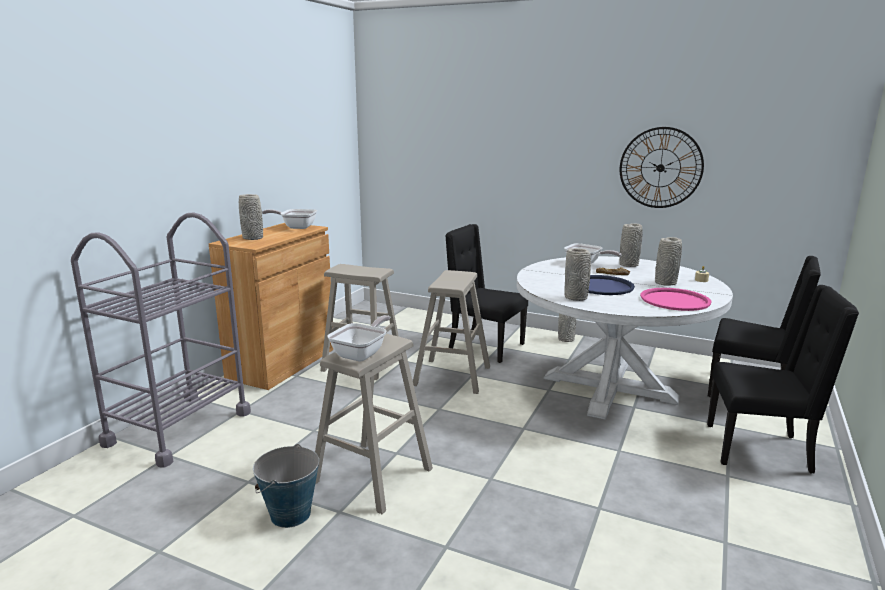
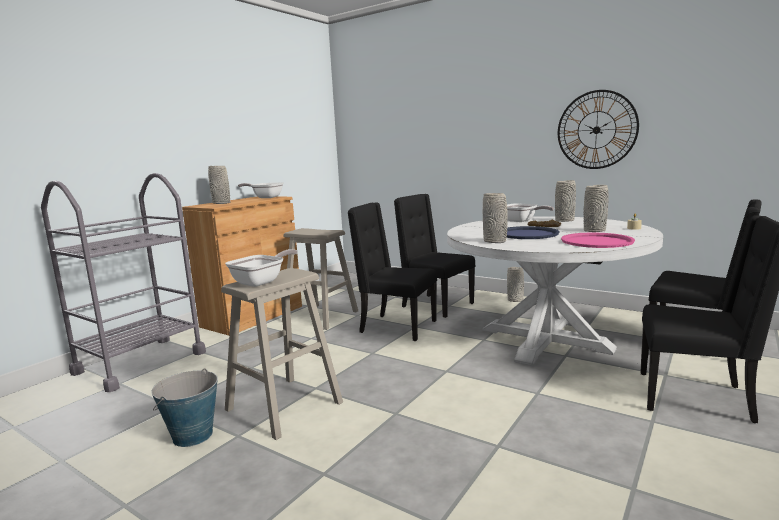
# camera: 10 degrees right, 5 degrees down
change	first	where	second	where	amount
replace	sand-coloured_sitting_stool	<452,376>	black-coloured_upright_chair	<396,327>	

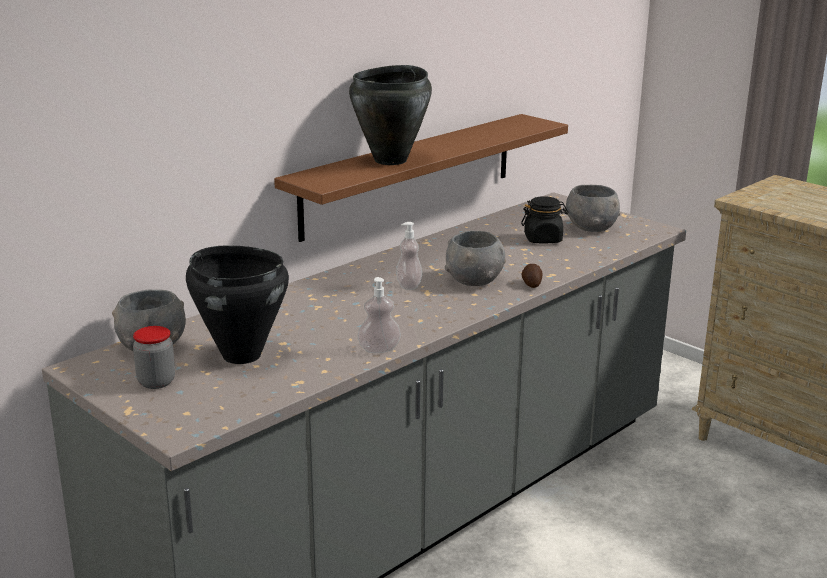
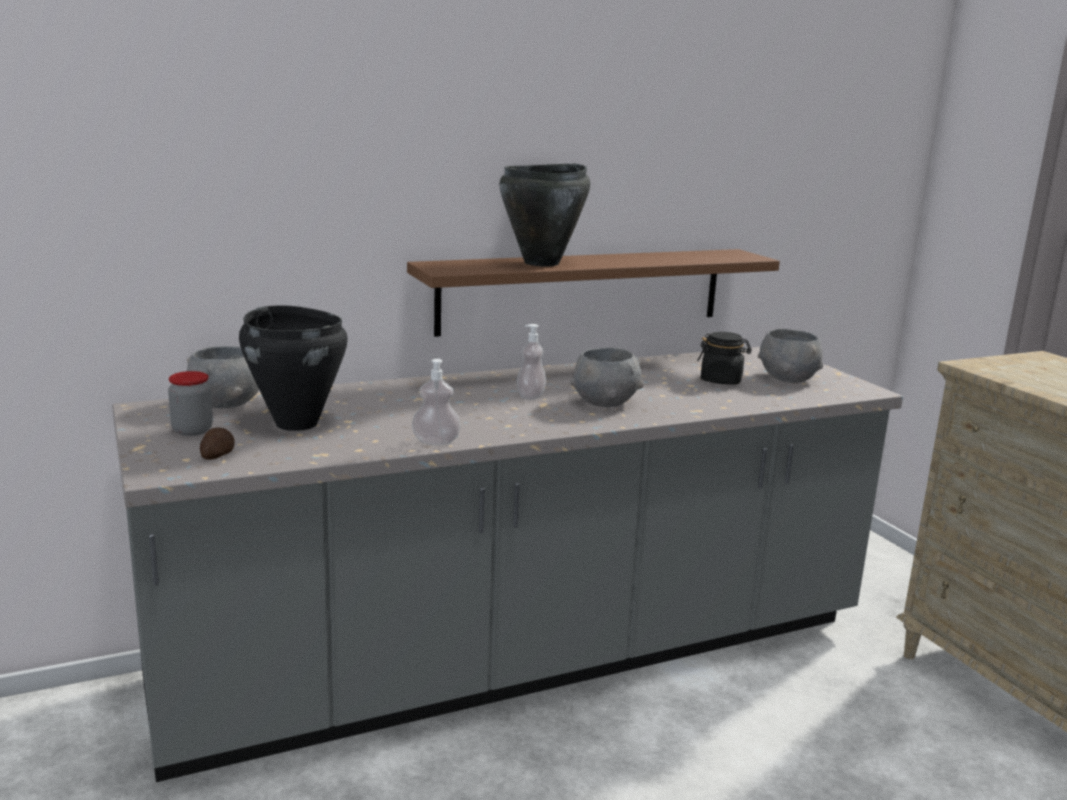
# camera: 20 degrees right, 5 degrees down
change	first	where	second	where	amount
move	whole_potato	<531,284>		<216,455>	

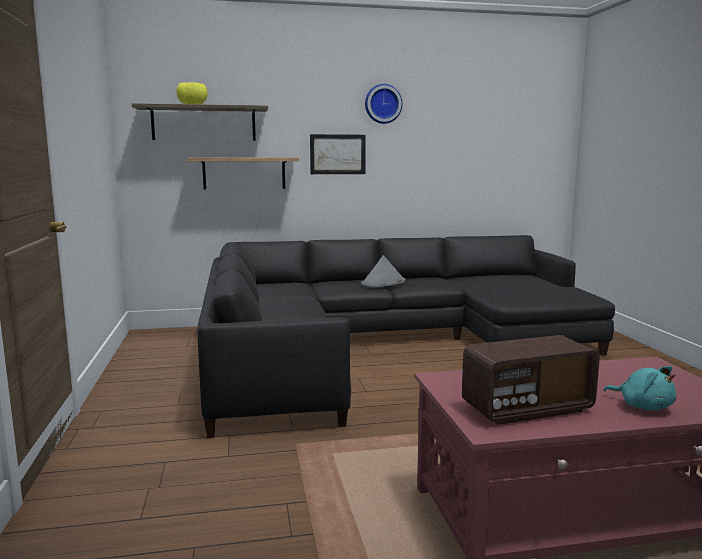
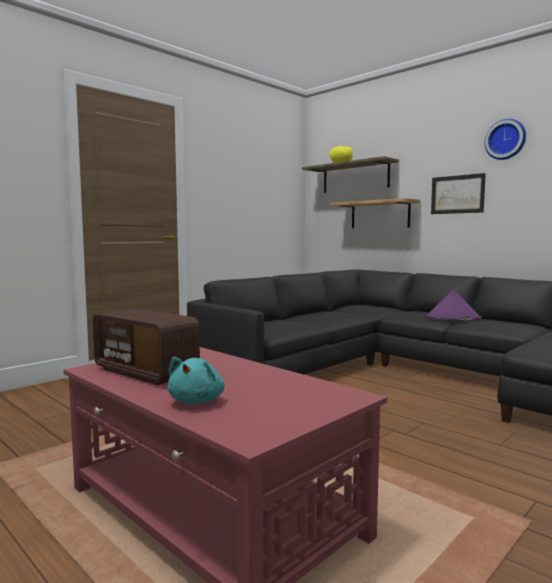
# camera: 55 degrees right, 5 degrees down
change	first	where	second	where	amount
recolor	grey_wearable_hat	<383,283>	purple_wearable_hat	<453,318>	

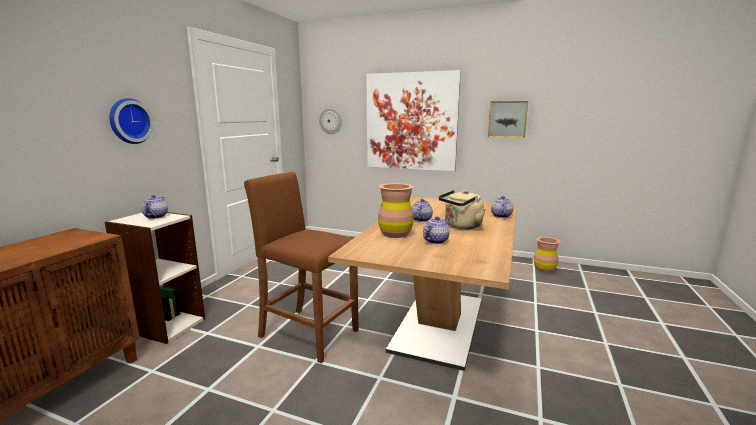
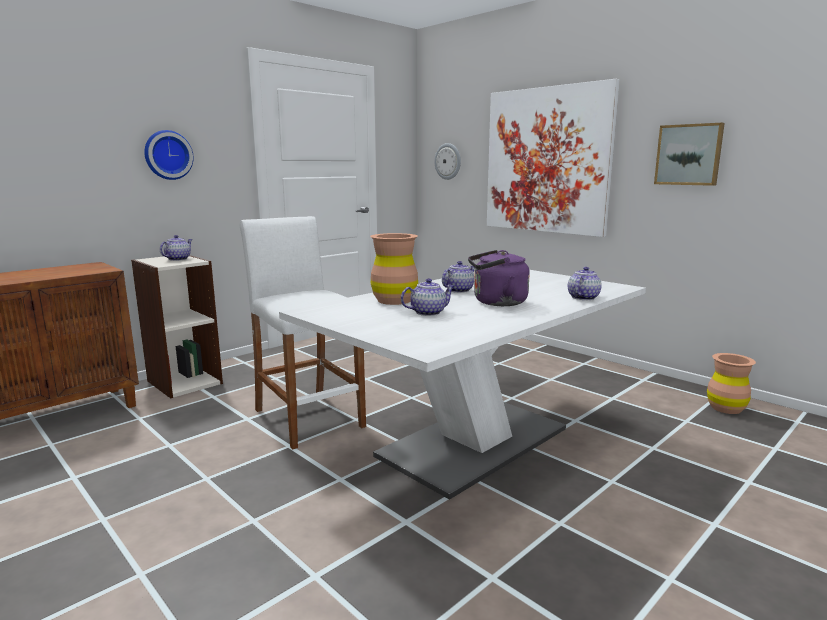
# camera: 25 degrees right, 0 degrees up
change	first	where	second	where	amount
recolor	brown_sitting_stool	<308,333>	white-coloured_sitting_stool	<308,418>	
recolor	brown_dining_table	<439,324>	white-coloured_dining_table	<474,442>	
recolor	sand-coloured_tea_kettle	<461,226>	purple_tea_kettle	<496,302>	

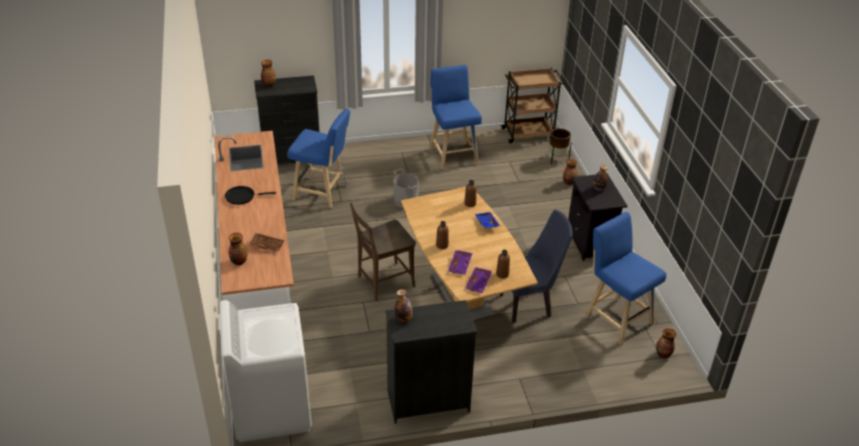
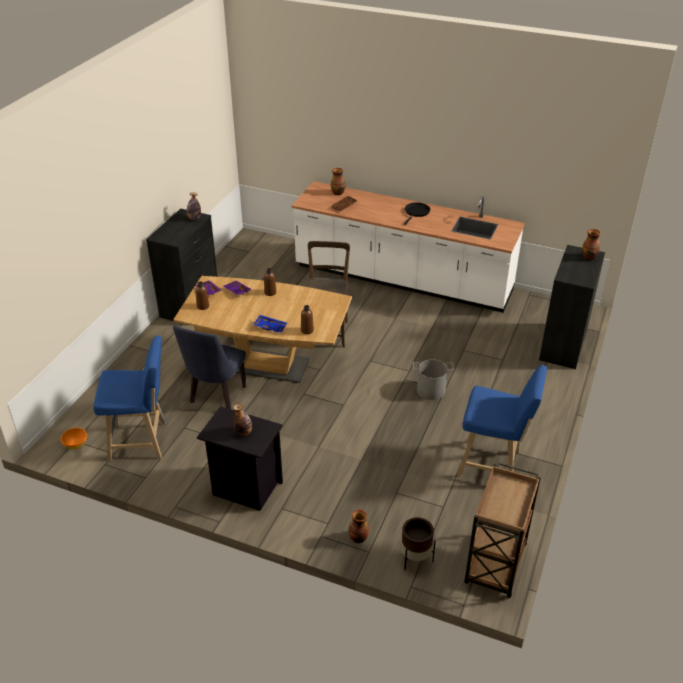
# camera: 125 degrees right, 0 degrees up
change	first	where	second	where	amount
replace	decorative_vase	<663,354>	orange-coloured_deep_dish	<75,444>	
delete	white-coloured_laundry_machine	<271,409>			
delete	blue-coloured_sitting_stool	<322,193>			

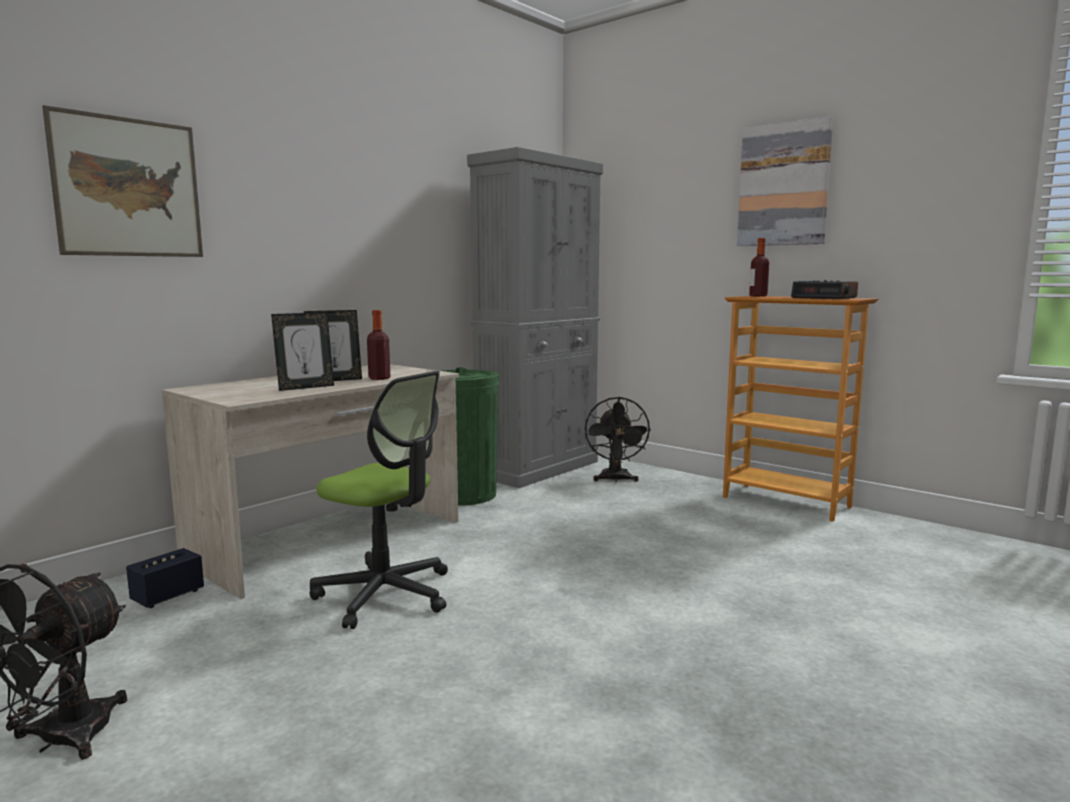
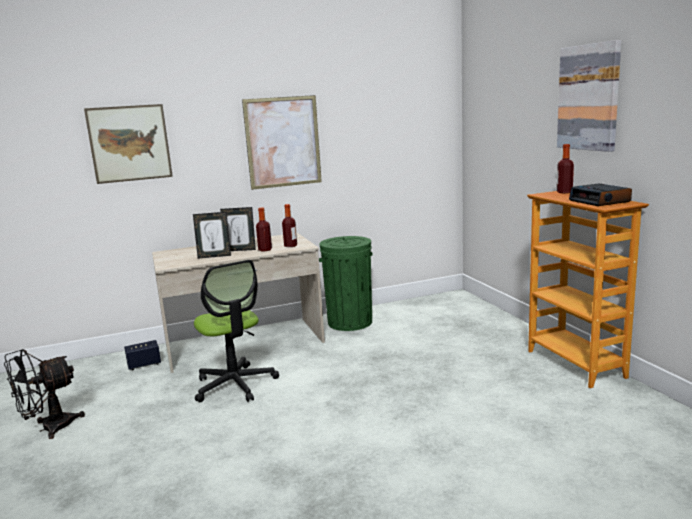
# camera: 30 degrees right, 5 degrees up
change	first	where	second	where	amount
insert			wall_picture	<283,142>	
insert			bottle	<290,246>	
delete	grey_cabinet	<537,468>			
delete	black-coloured_cooling_fan	<615,480>			

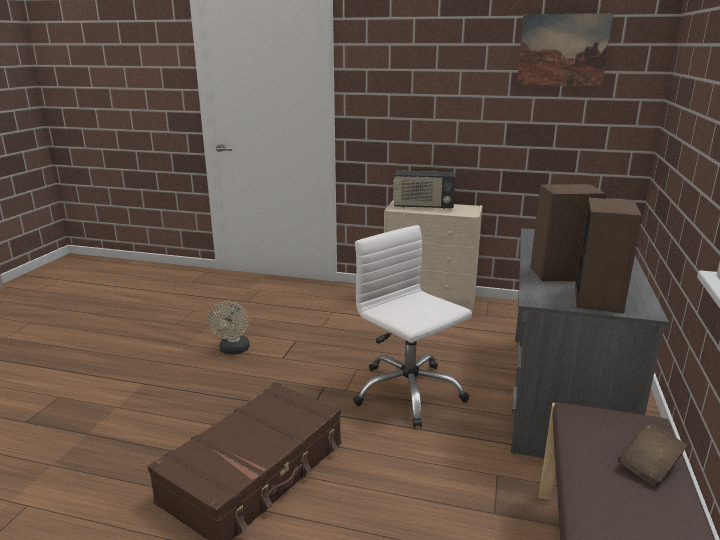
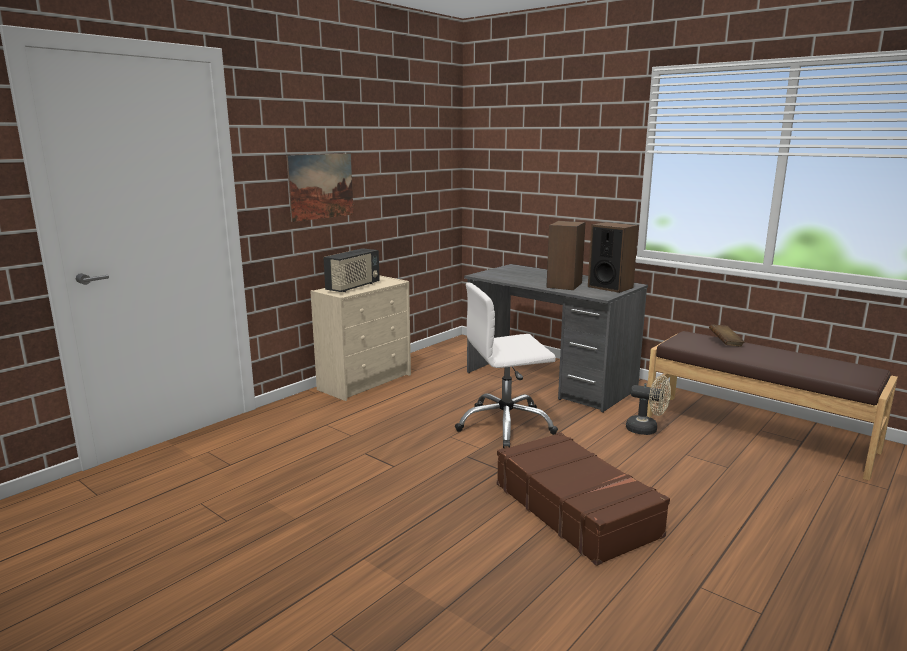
# camera: 65 degrees left, 5 degrees down
change	first	where	second	where	amount
move	wall_picture	<563,50>		<321,186>	
move	sand-coloured_cooling_fan	<233,350>		<647,430>	

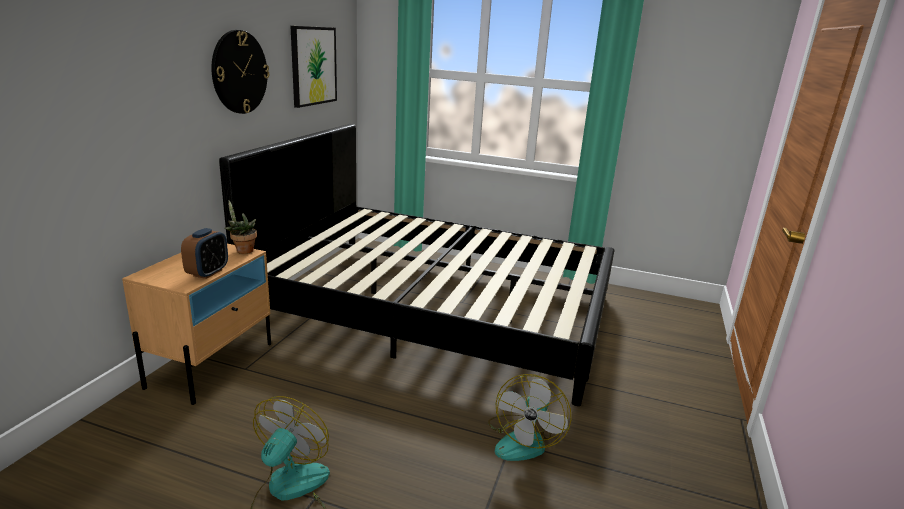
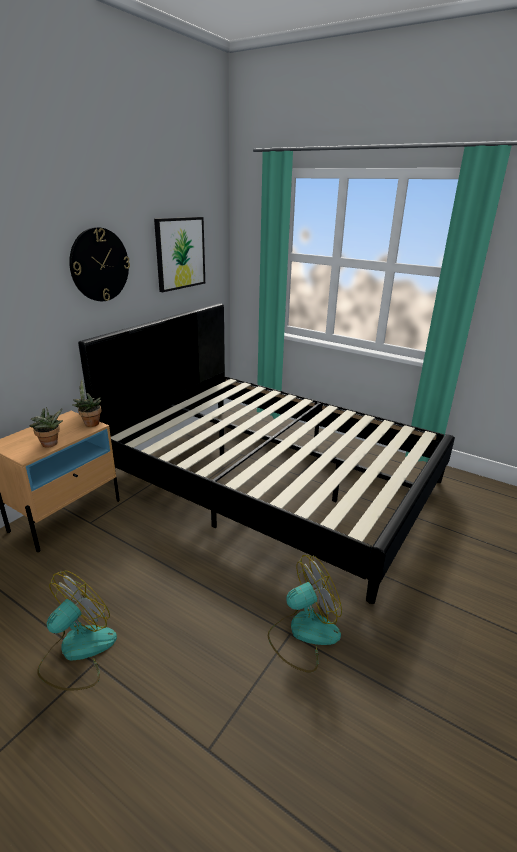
# camera: 15 degrees right, 5 degrees up
change	first	where	second	where	amount
replace	table_clock	<208,273>	potted_plant	<50,445>	
rotate	cooling_fan	<523,439>		<303,633>	150 degrees counterclockwise

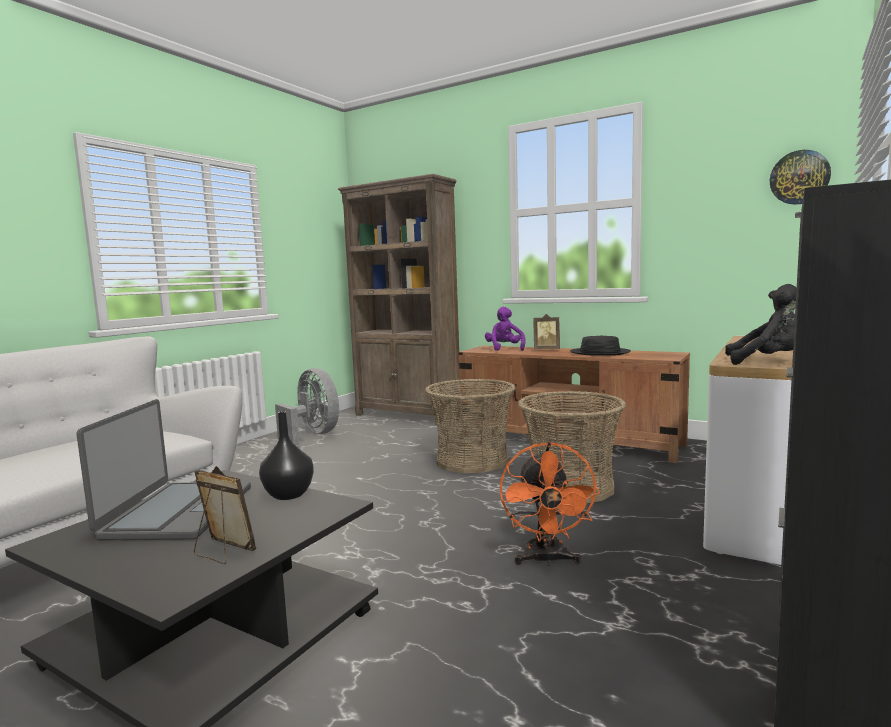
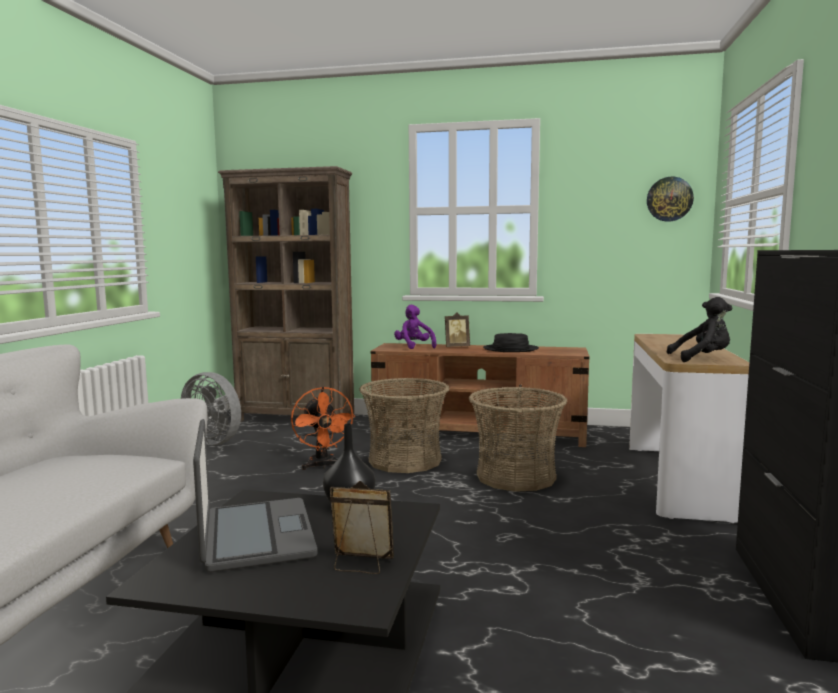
# camera: 20 degrees left, 0 degrees up
change	first	where	second	where	amount
move	orange-coloured_cooling_fan	<547,560>		<323,466>	

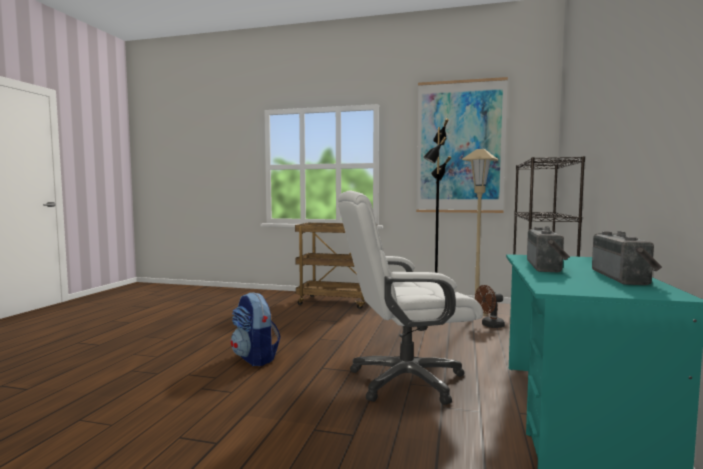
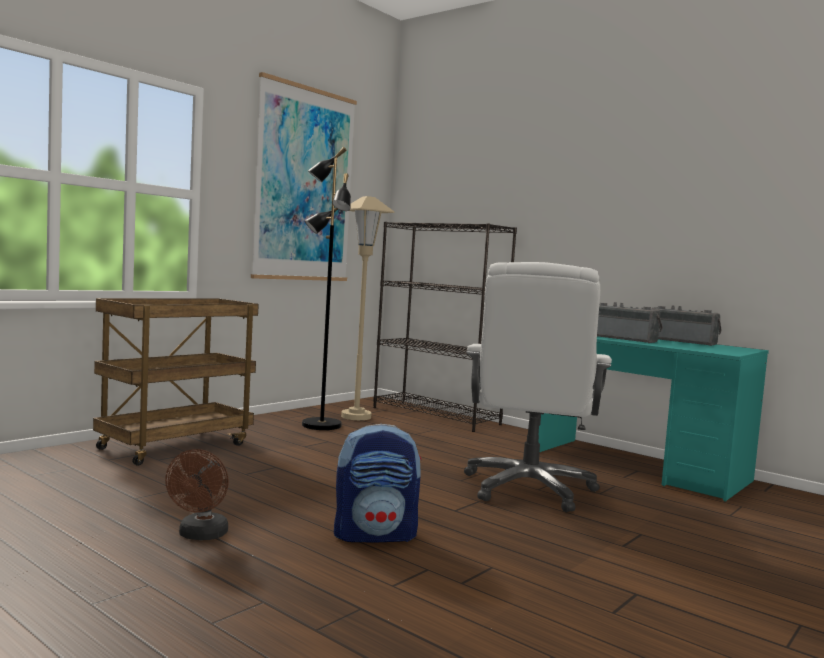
# camera: 65 degrees left, 0 degrees up
change	first	where	second	where	amount
move	brown_cooling_fan	<489,325>		<200,536>	

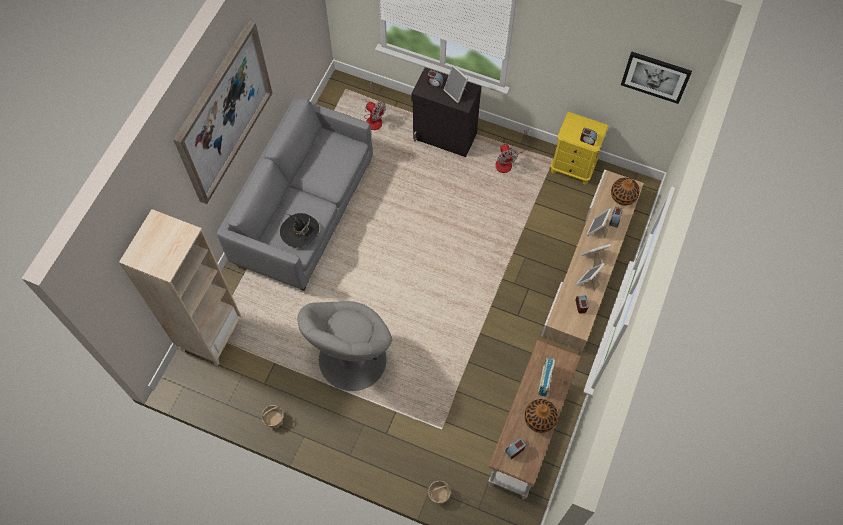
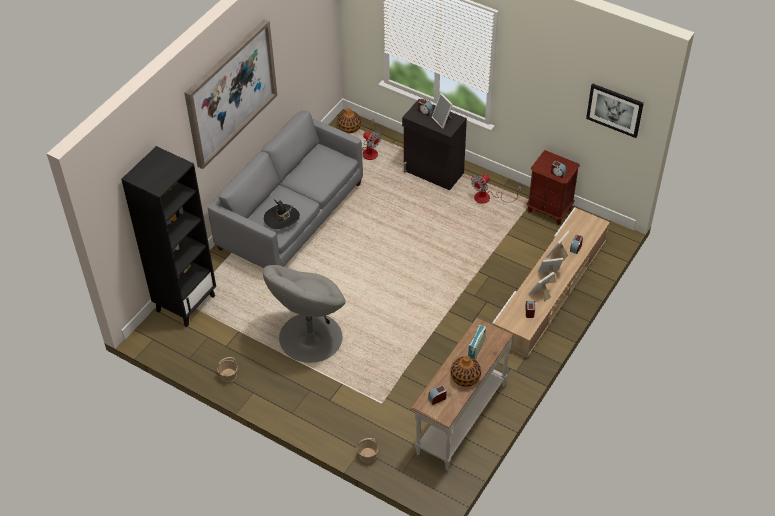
# camera: 10 degrees right, 15 degrees down
change	first	where	second	where	amount
recolor	sand-coloured_shelving_unit	<211,335>	black-coloured_shelving_unit	<186,303>	
move	decorative_vase	<623,196>		<349,128>	
rotate	cooling_fan	<507,161>		<488,198>	45 degrees clockwise
recolor	yellow-coloured_night_table	<573,167>	brown_night_table	<549,210>	

